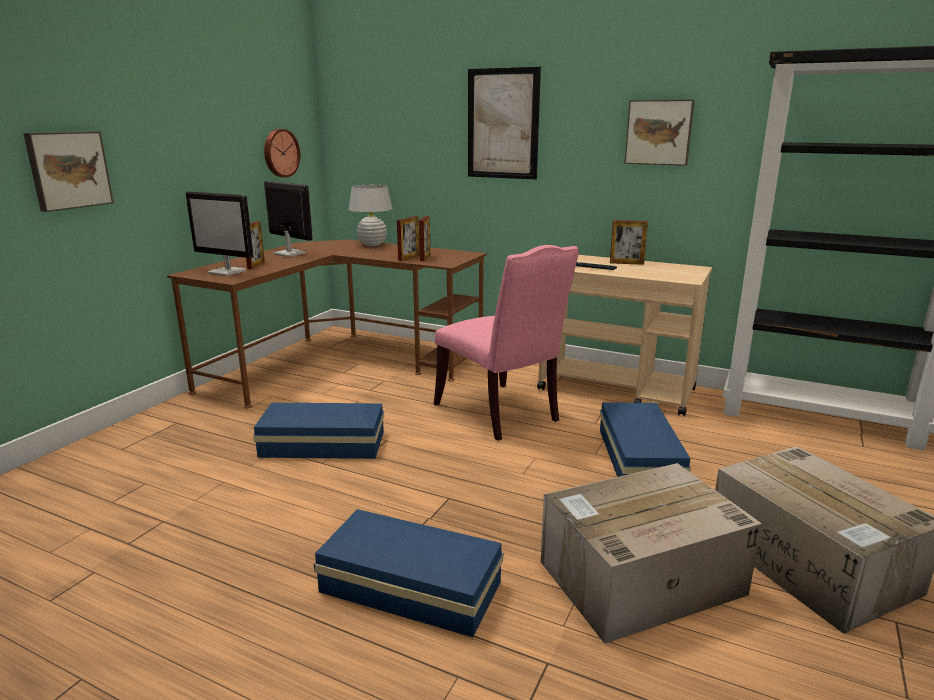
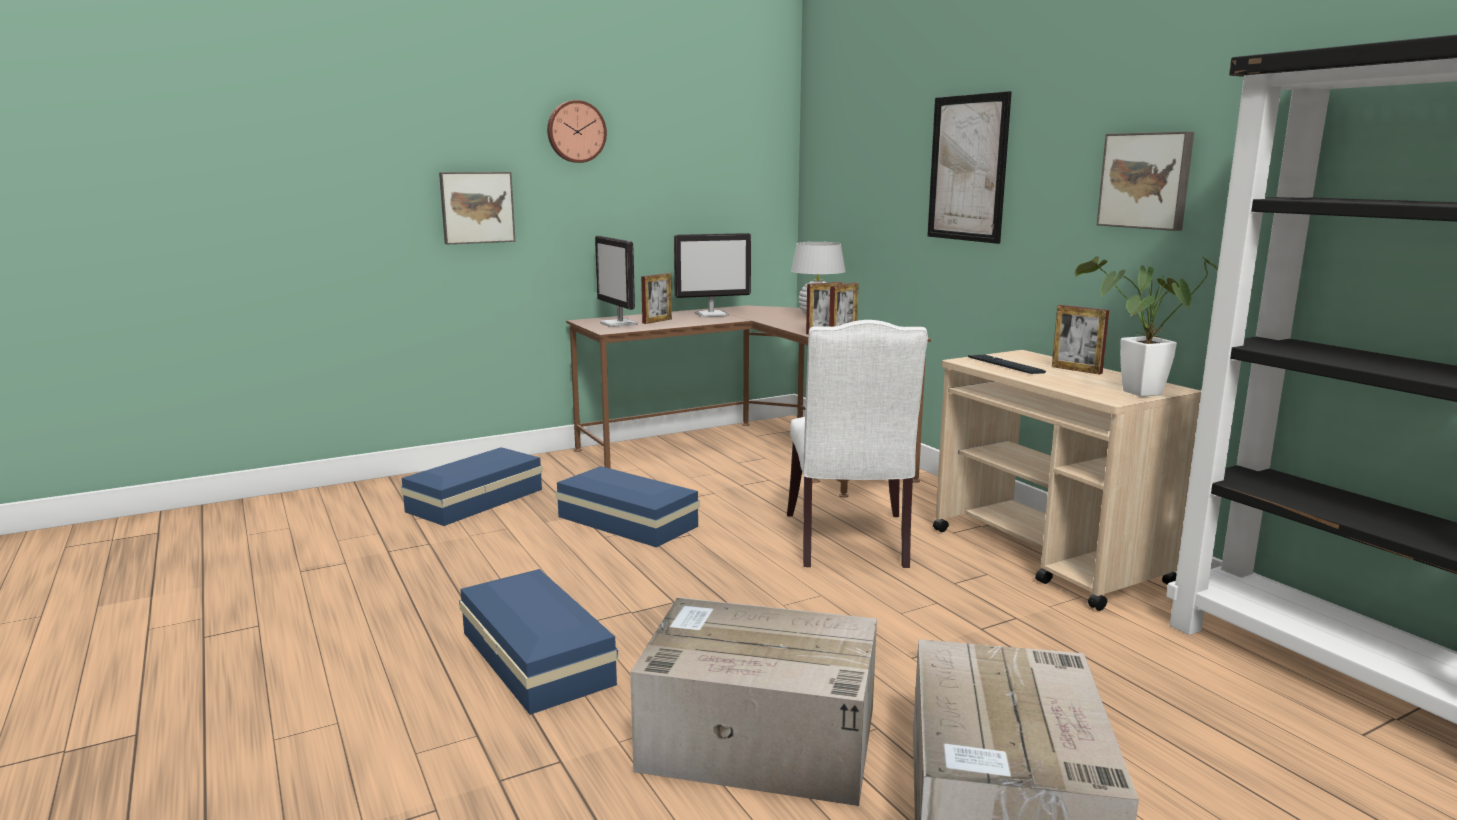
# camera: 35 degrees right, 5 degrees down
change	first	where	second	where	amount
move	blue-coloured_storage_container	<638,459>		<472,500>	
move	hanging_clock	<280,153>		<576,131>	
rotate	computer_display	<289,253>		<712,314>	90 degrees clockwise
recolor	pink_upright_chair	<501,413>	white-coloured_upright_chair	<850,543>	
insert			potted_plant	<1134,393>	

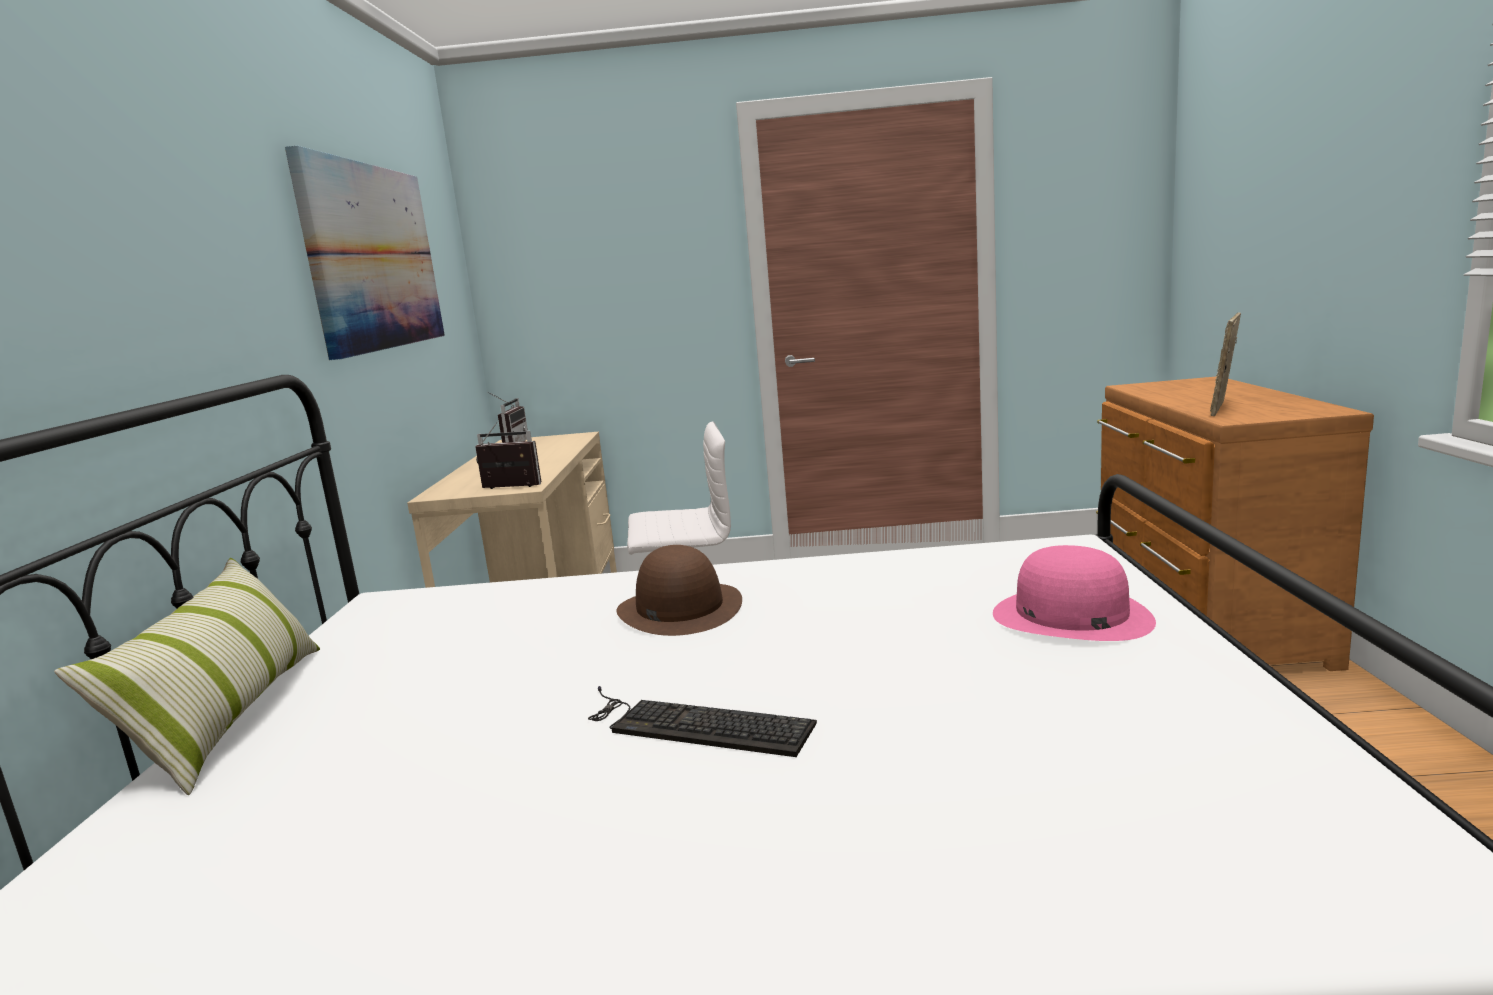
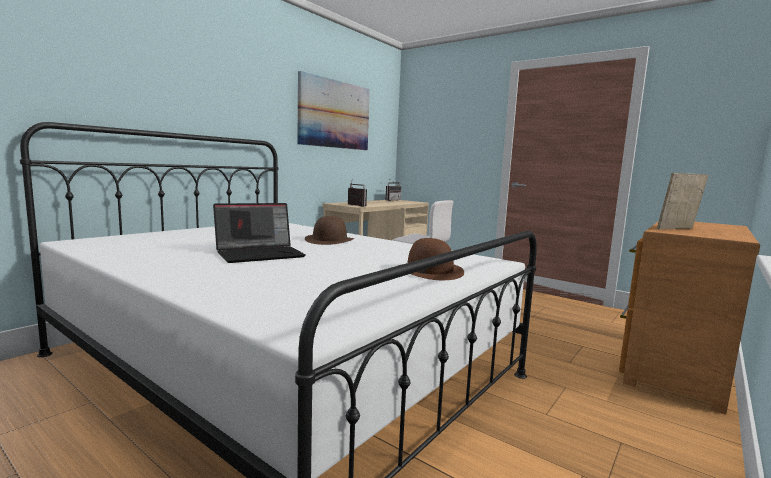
# camera: 35 degrees right, 5 degrees down
change	first	where	second	where	amount
replace	PC_keyboard	<691,724>	portable_computer	<260,254>	
recolor	pink_wearable_hat	<1070,616>	brown_wearable_hat	<429,271>	
delete	cushion	<230,715>			

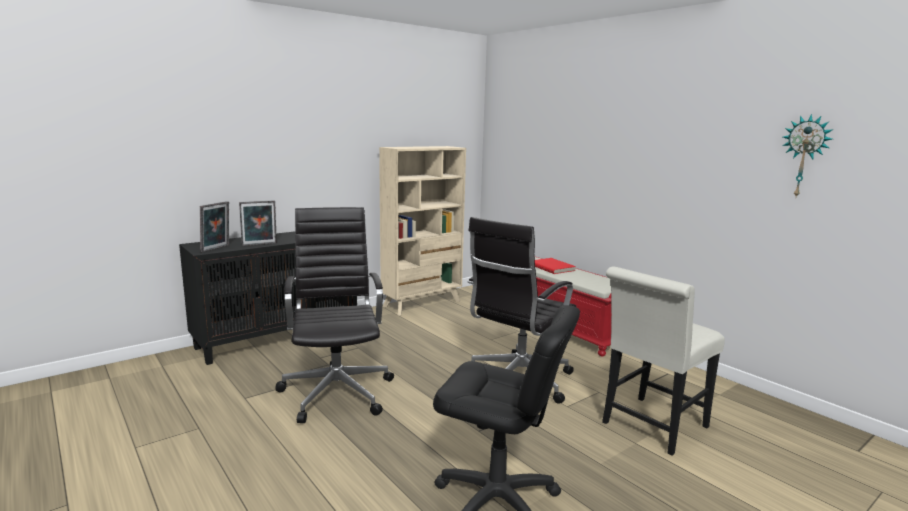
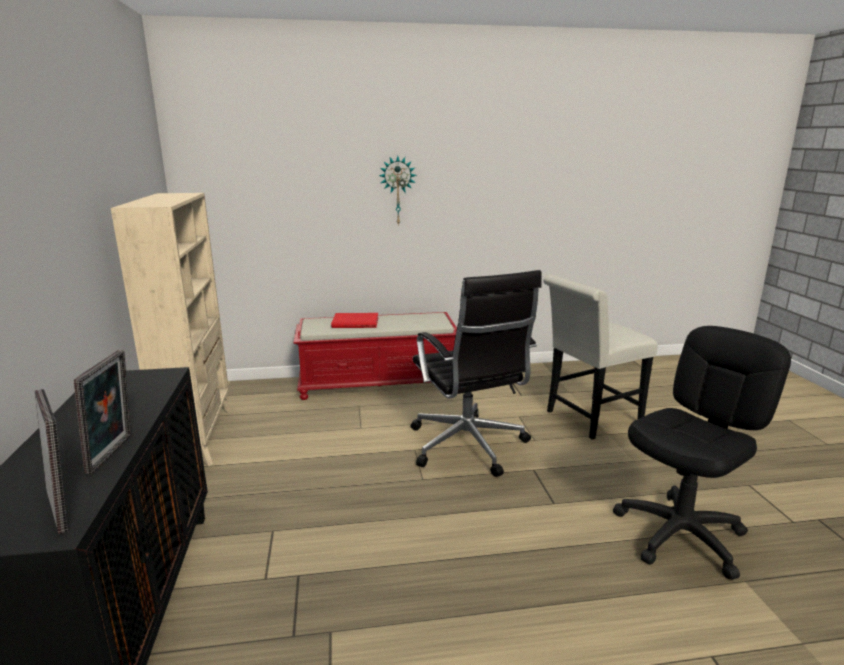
# camera: 60 degrees left, 5 degrees up
change	first	where	second	where	amount
move	hanging_clock	<804,156>		<397,191>	
rotate	white-coloured_upright_chair	<650,427>		<588,419>	75 degrees clockwise
delete	black-coloured_desk_chair	<337,391>			

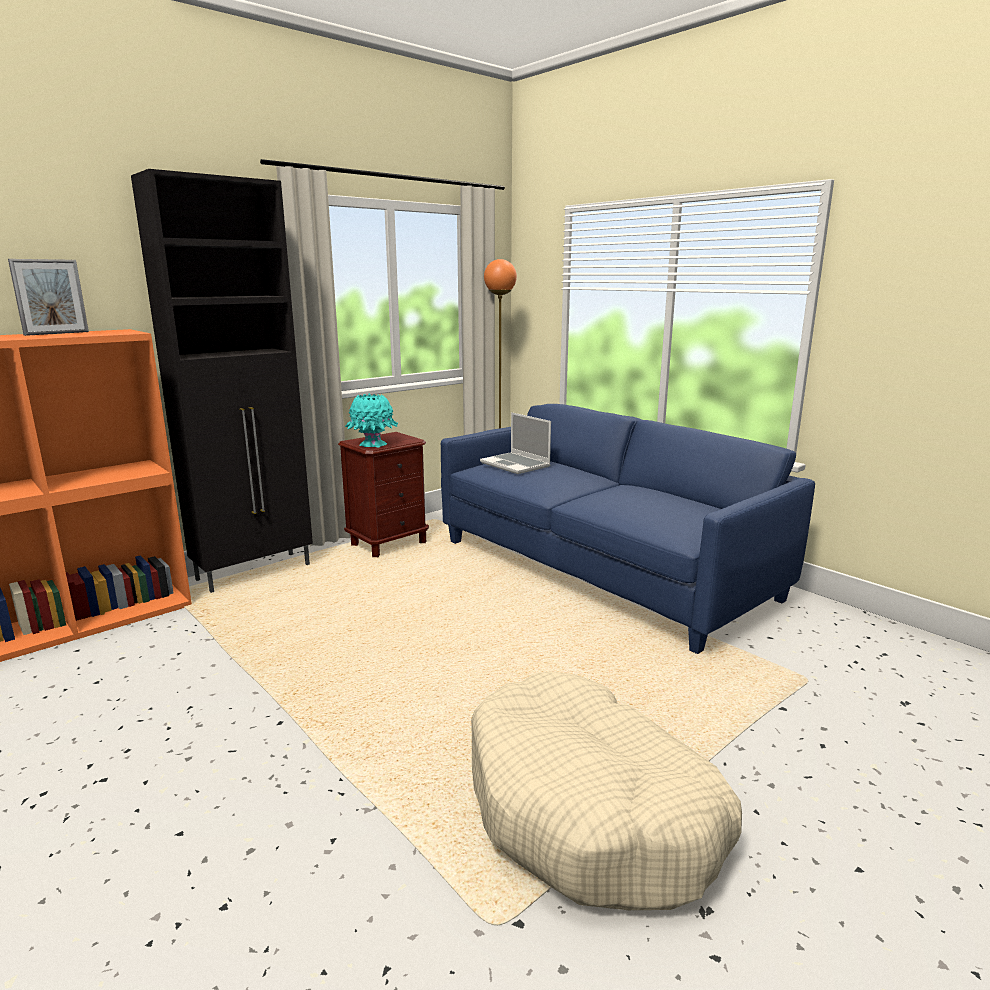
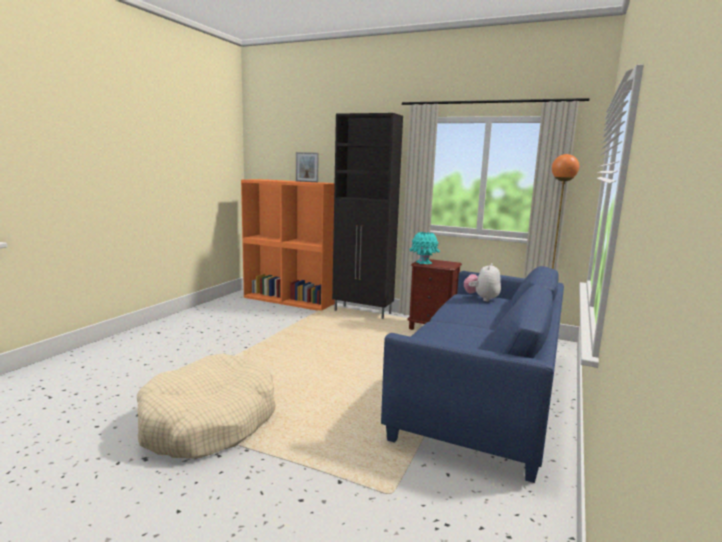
# camera: 65 degrees right, 5 degrees down
change	first	where	second	where	amount
replace	portable_computer	<516,465>	cuddly_toy	<481,299>	

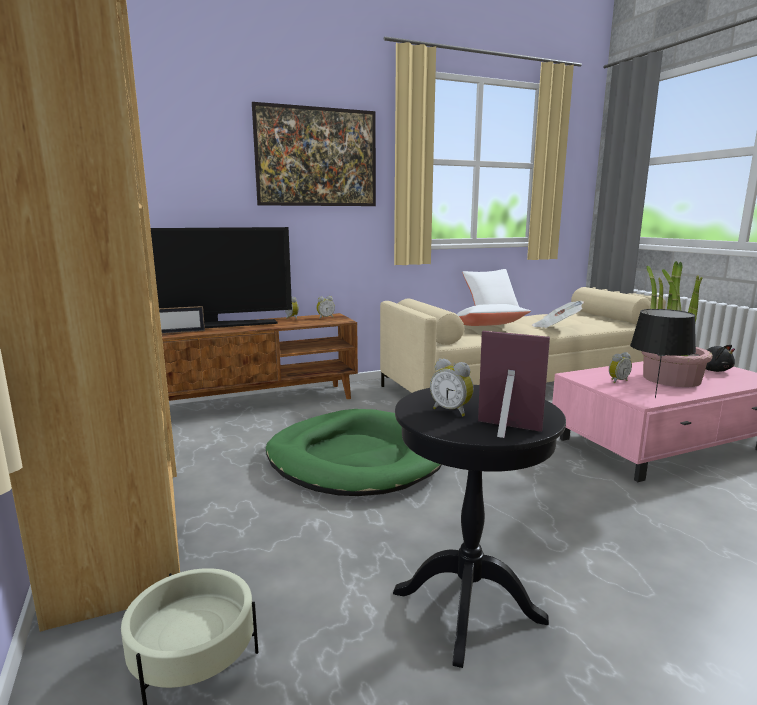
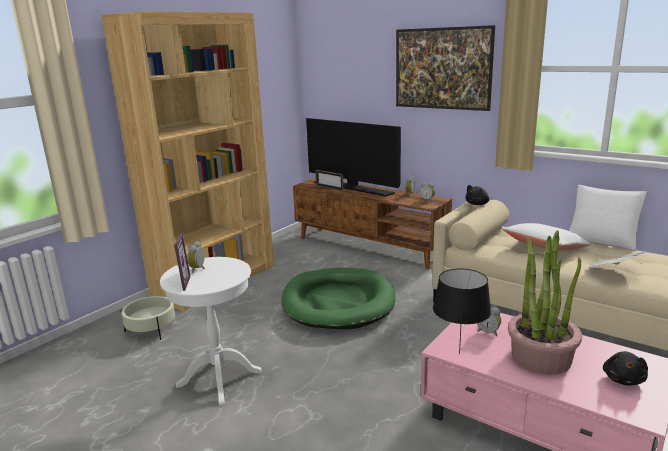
# camera: 60 degrees right, 5 degrees up
change	first	where	second	where	amount
recolor	black-coloured_end_table	<468,606>	white-coloured_end_table	<219,378>	
insert			black-coloured_cuddly_toy	<477,204>	

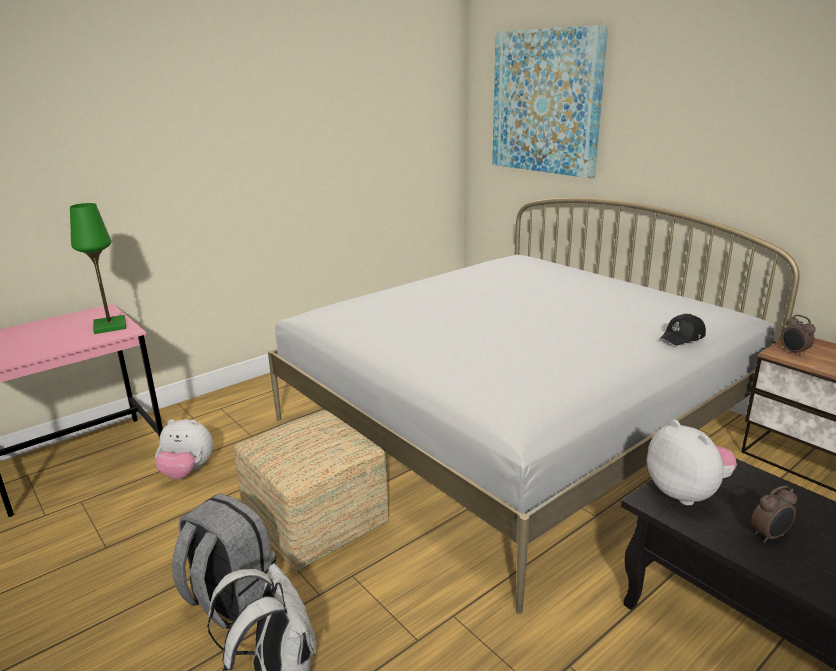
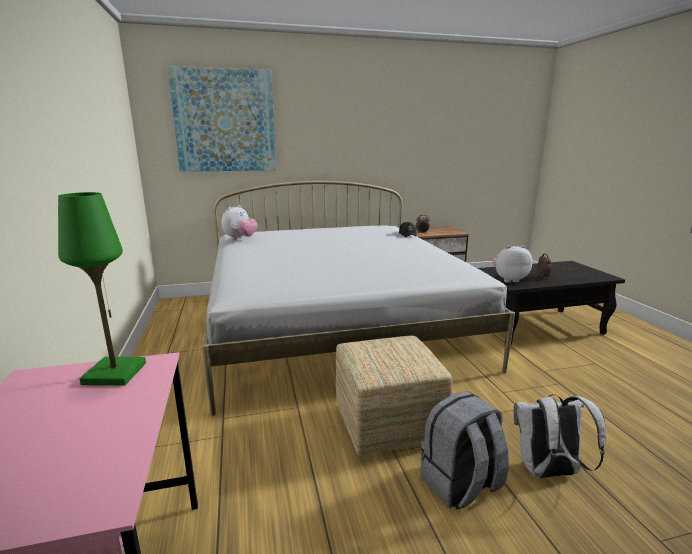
# camera: 65 degrees left, 5 degrees down
change	first	where	second	where	amount
move	cuddly_toy	<187,472>		<240,239>	

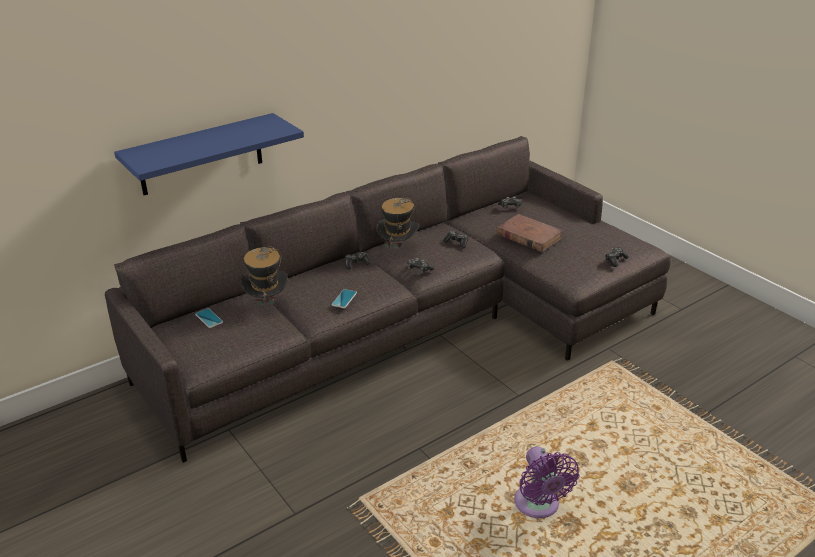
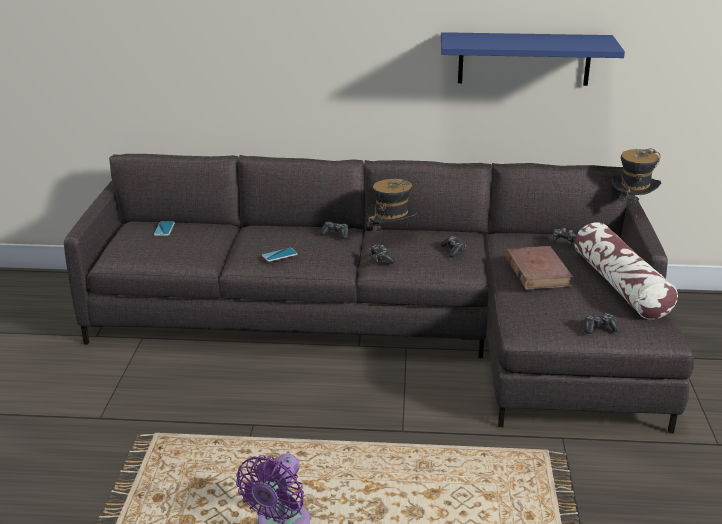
# camera: 40 degrees right, 5 degrees down
change	first	where	second	where	amount
move	blue-coloured_shelf	<201,154>		<524,59>	
insert			cushion	<620,285>	
move	wearable_hat	<267,304>		<632,208>	

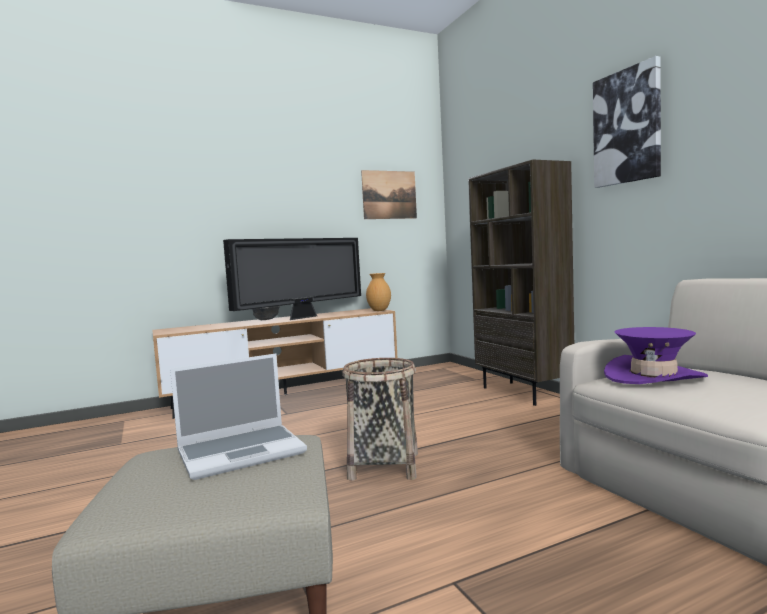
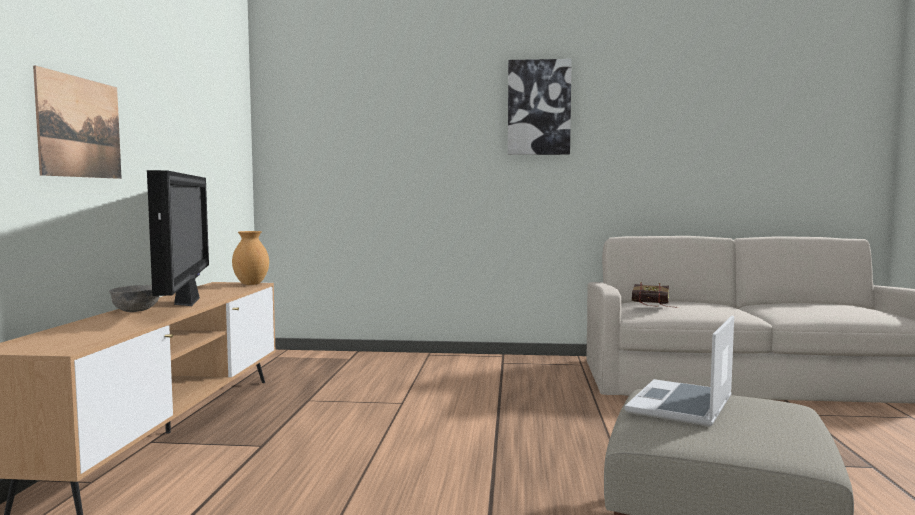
# camera: 60 degrees left, 0 degrees up
change	first	where	second	where	amount
move	wall_picture	<389,195>		<80,127>	
rotate	portable_computer	<242,452>		<682,406>	150 degrees counterclockwise
replace	purple_wearable_hat	<653,376>	book	<654,307>	
delete	household_basket	<384,466>			
delete	brown_shelving_unit	<523,393>			

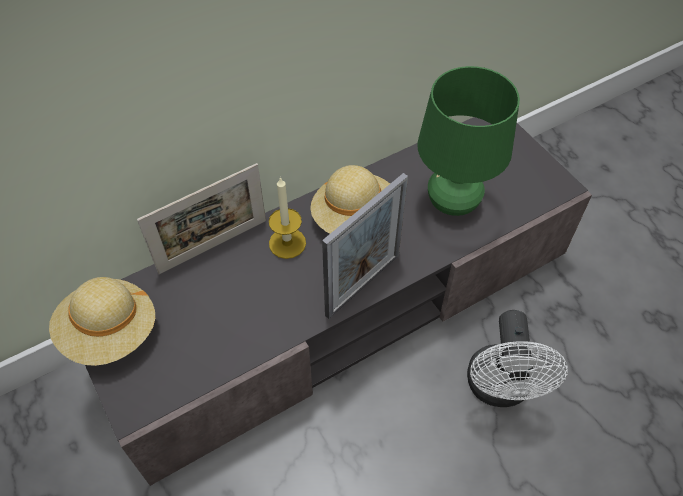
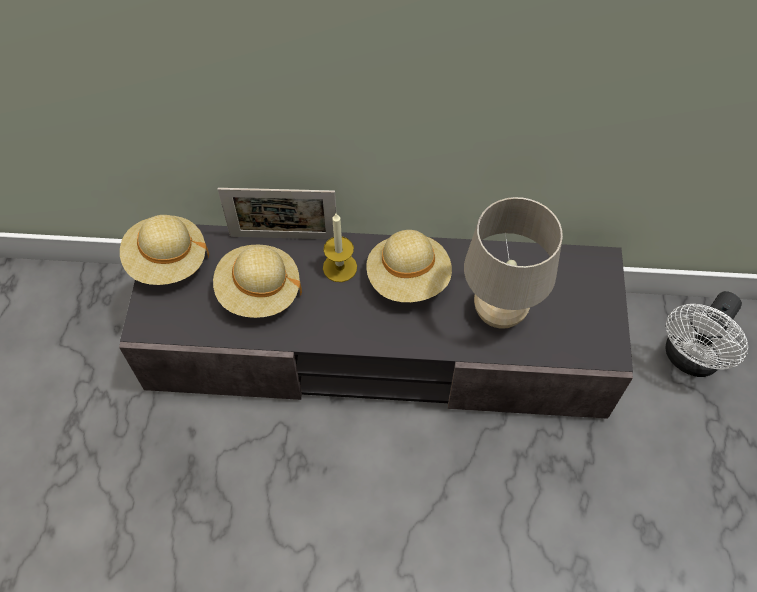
# camera: 35 degrees right, 5 degrees up
change	first	where	second	where	amount
insert			sand-coloured_wearable_hat	<259,291>	
recolor	green-coloured_table_lamp	<452,204>	sand-coloured_table_lamp	<499,313>	
move	white-coloured_cooling_fan	<499,389>		<689,359>	
delete	photo_frame	<363,285>			

